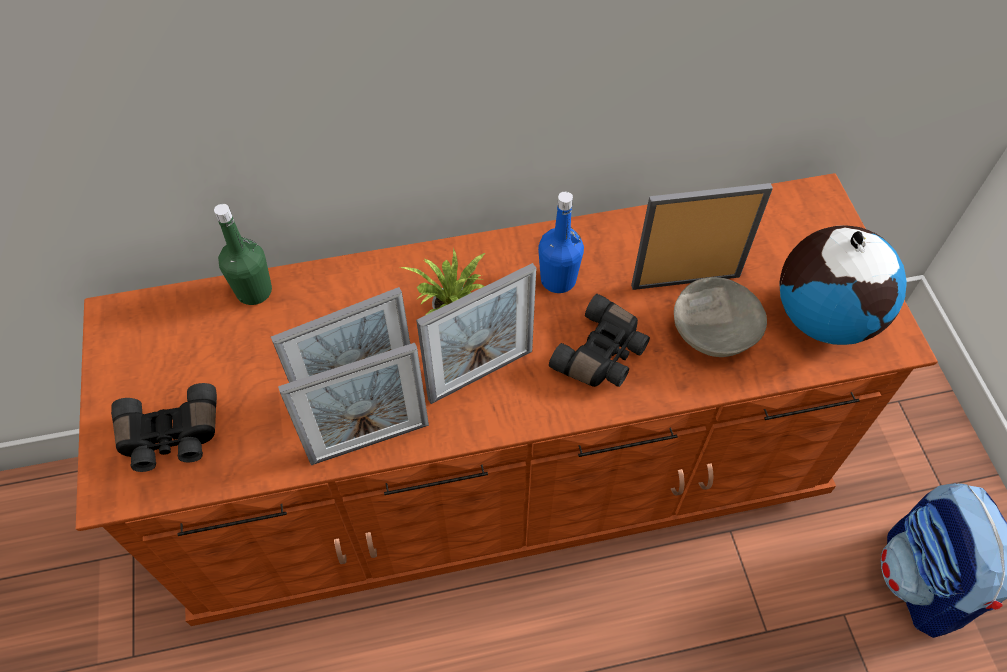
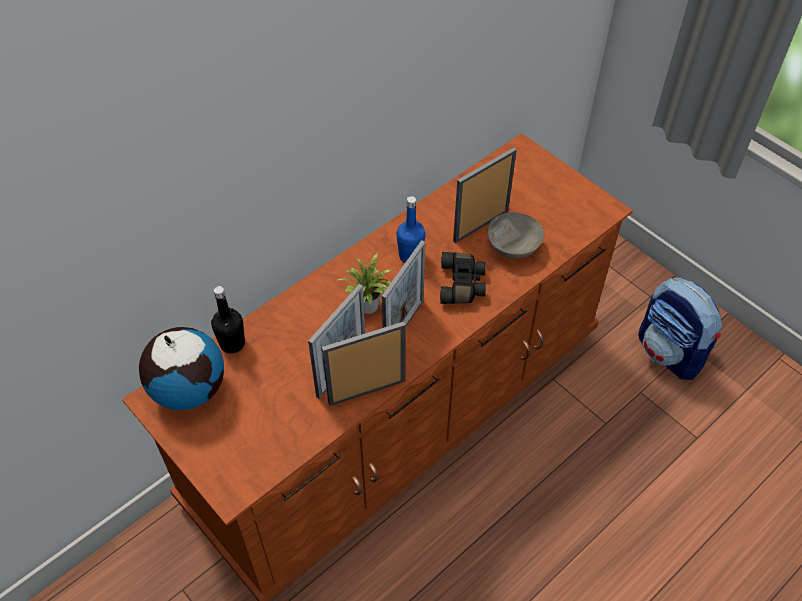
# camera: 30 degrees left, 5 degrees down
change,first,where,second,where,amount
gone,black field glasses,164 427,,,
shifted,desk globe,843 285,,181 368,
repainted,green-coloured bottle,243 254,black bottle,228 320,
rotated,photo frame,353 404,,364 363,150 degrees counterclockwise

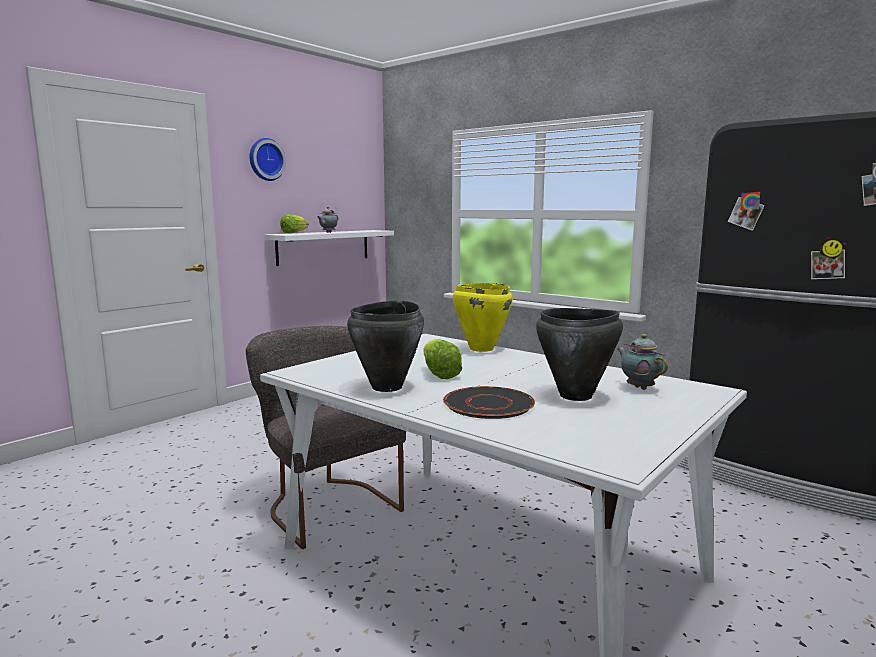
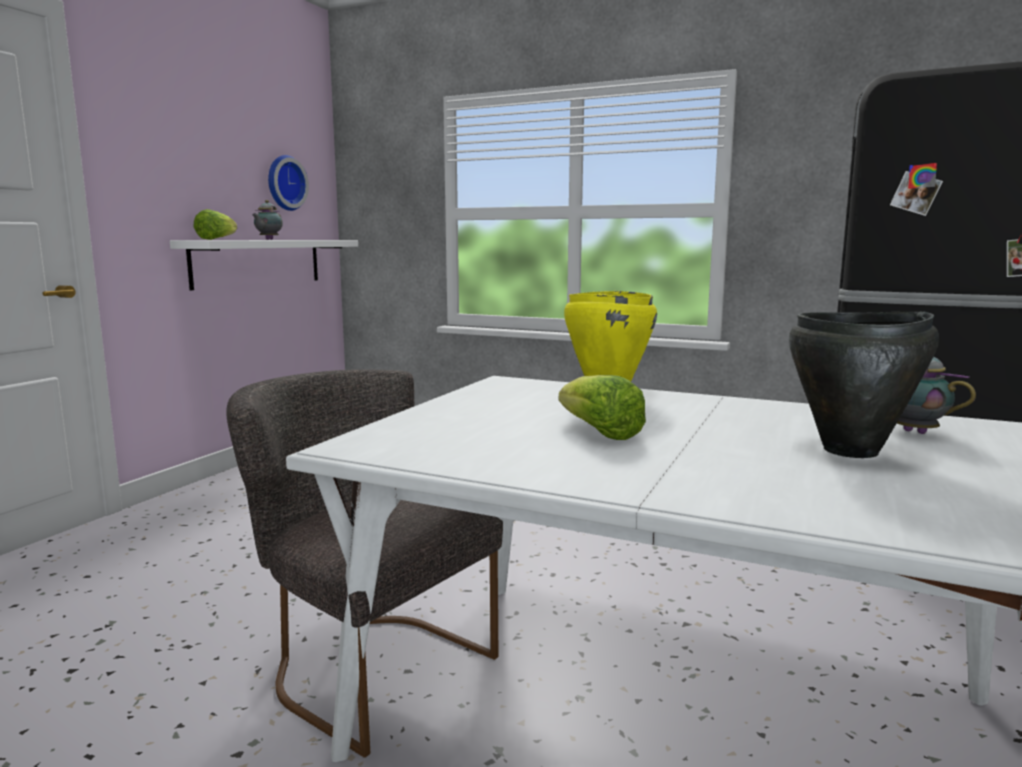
# camera: 15 degrees left, 0 degrees up
change,first,where,second,where,amount
gone,black saucepot,385 346,,,
gone,black plate,489 402,,,
shifted,hanging clock,268 159,,288 183,

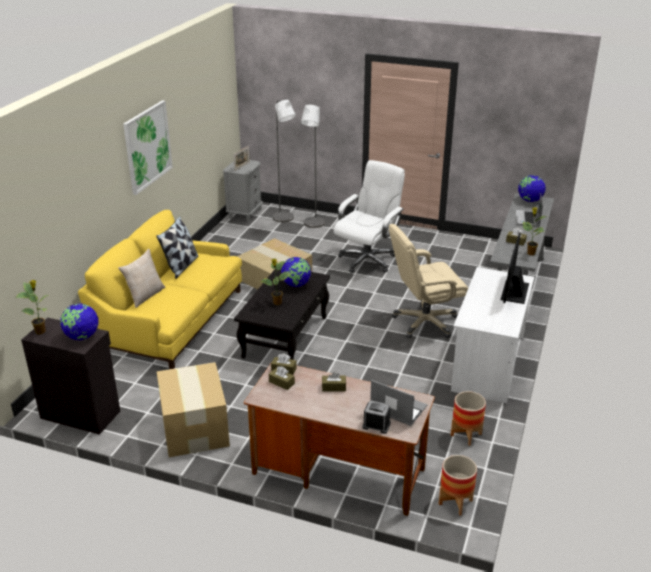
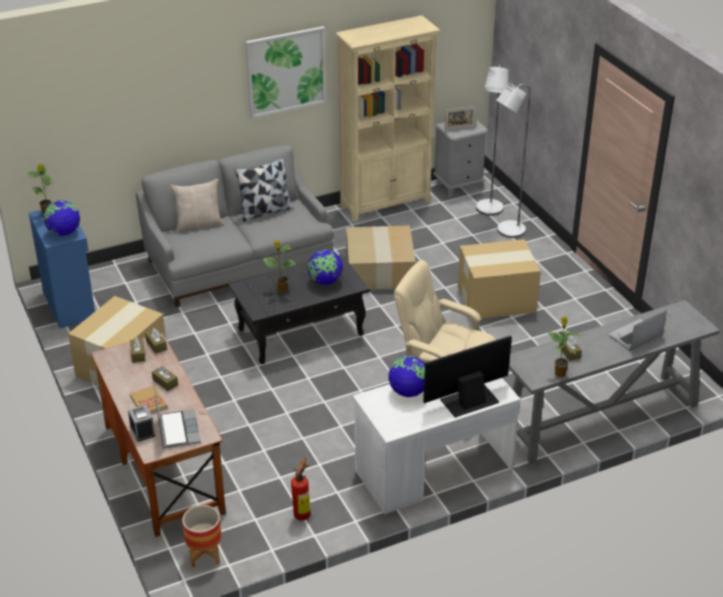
# camera: 45 degrees right, 5 degrees up
change,first,where,second,where,amount
new,,,book,149 399,
new,,,beige bookshelf,388 118,
shifted,desk globe,532 188,,406 376,
swapped,white desk chair,369 216,packing box,499 279,
swapped,planter,468 418,fire extinguisher,301 488,
repainted,black storage cabinet,70 376,blue storage cabinet,62 269,
repainted,yellow-coloured couch,160 289,gray couch,235 226,

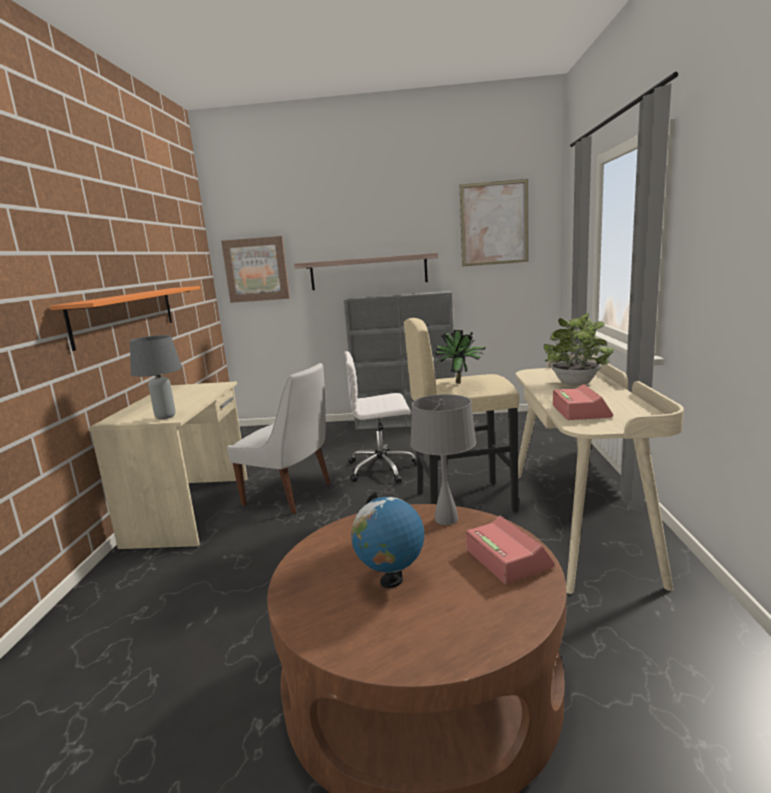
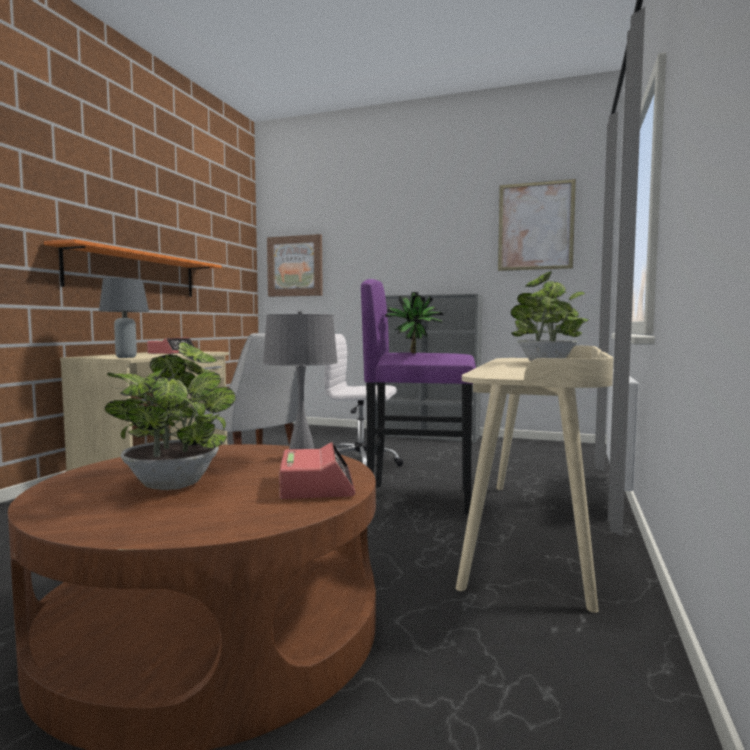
# camera: 15 degrees right, 10 degrees down
change,first,where,second,where,amount
gone,wall shelf,366 271,,,
shifted,table clock,583 402,,171 345,
swapped,desk globe,387 540,houseplant,170 416,
repainted,beige stool,461 415,purple stool,418 397,

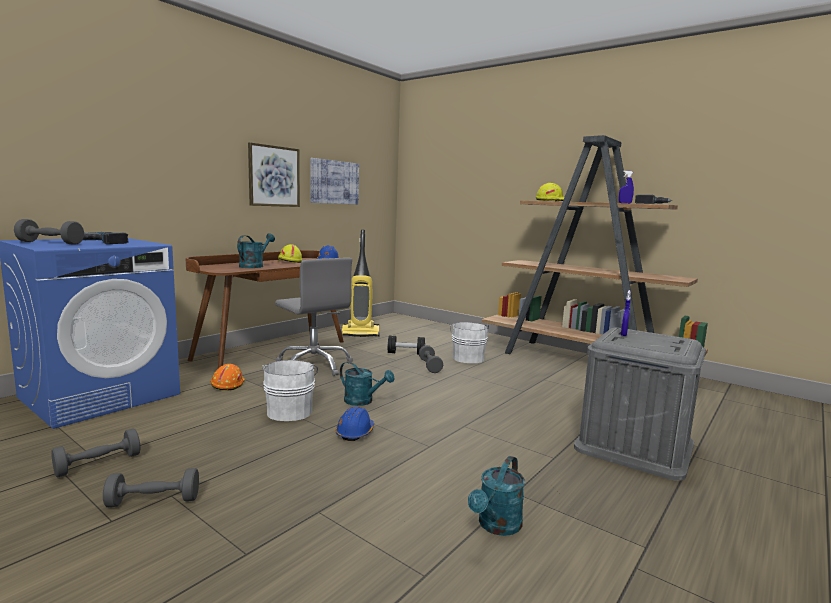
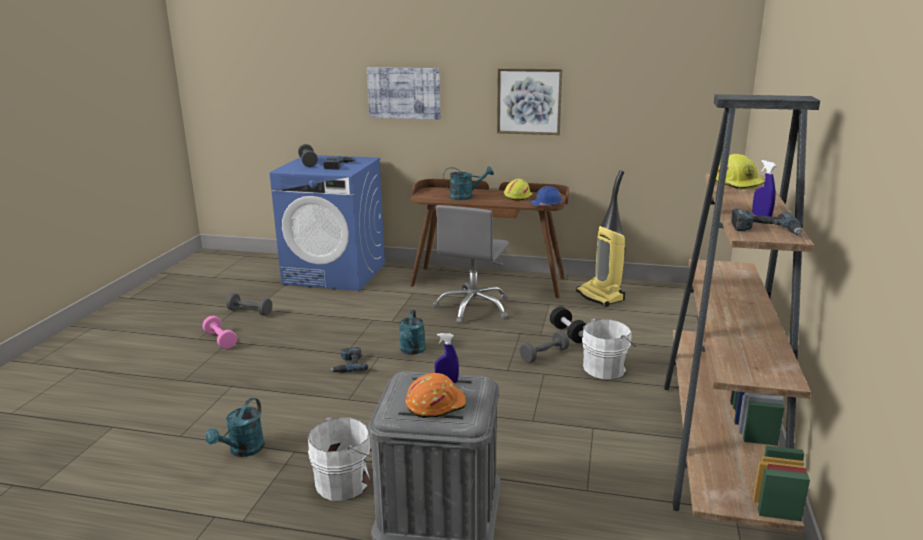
# camera: 65 degrees right, 10 degrees up
change,first,where,second,where,amount
shifted,orange safety helmet,228 377,,436 395,
shifted,white water bucket,290 390,,340 459,
shifted,picture,334 181,,403 93,
swapped,blue safety helmet,354 423,electric drill,349 360,
repainted,gray hand weight,151 487,pinkish hand weight,220 332,
rotated,blue-green watering can,496 496,,235 427,75 degrees counterclockwise

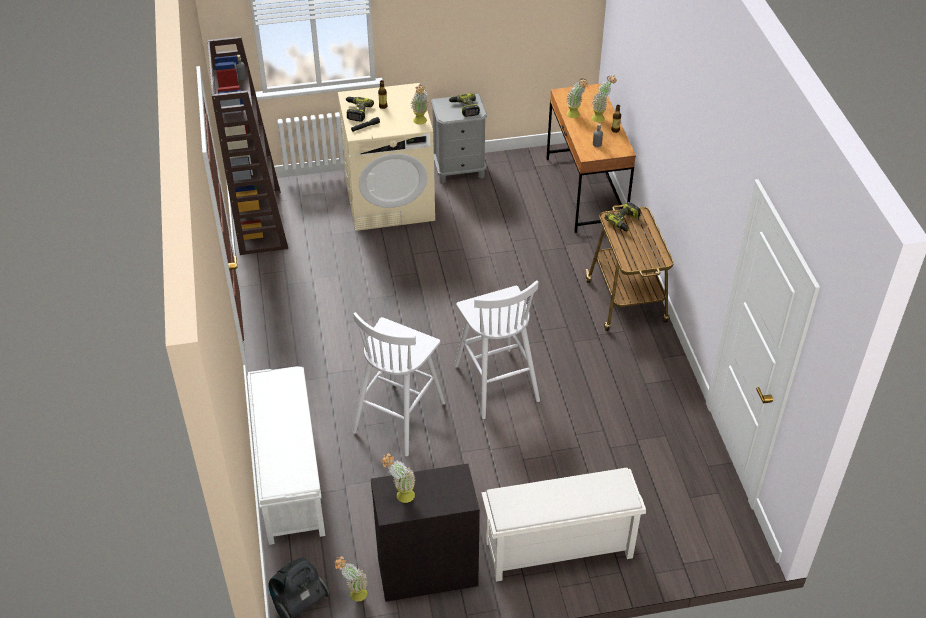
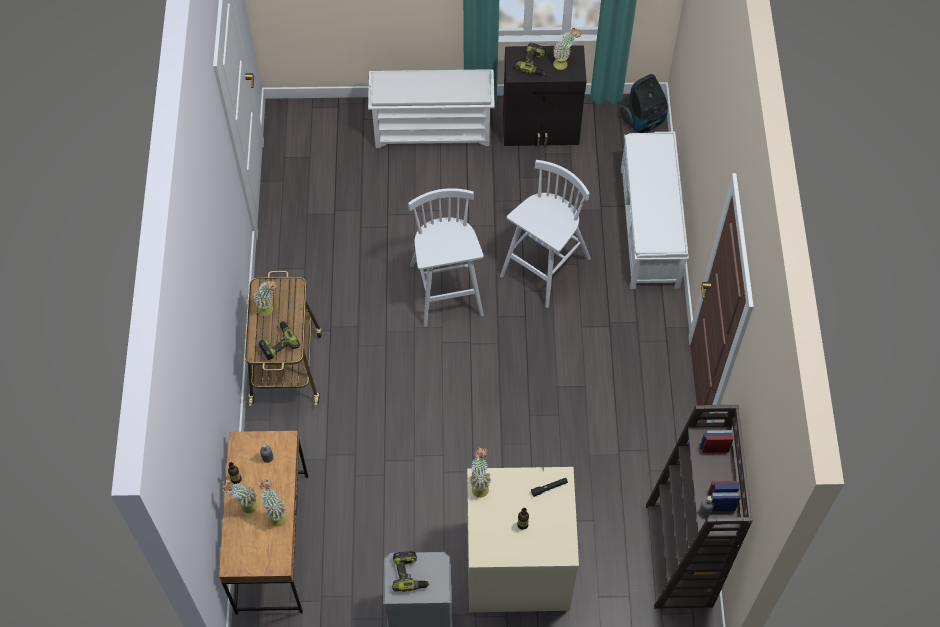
# camera: 170 degrees left, 15 degrees up
change,first,where,second,where,amount
shifted,houseplant,350 579,,265 297,
shifted,electric drill,360 109,,530 59,

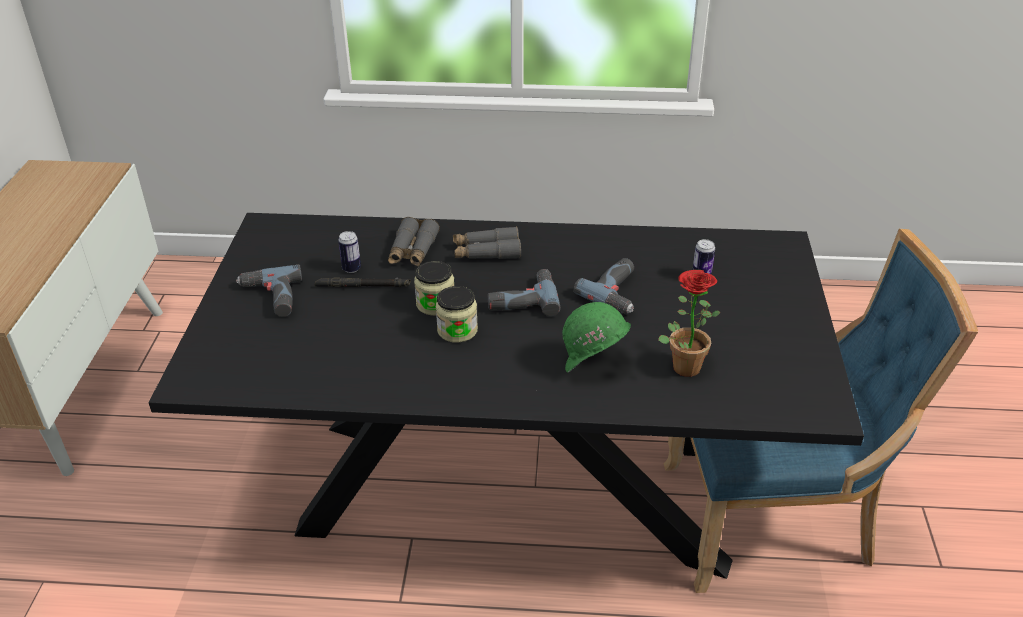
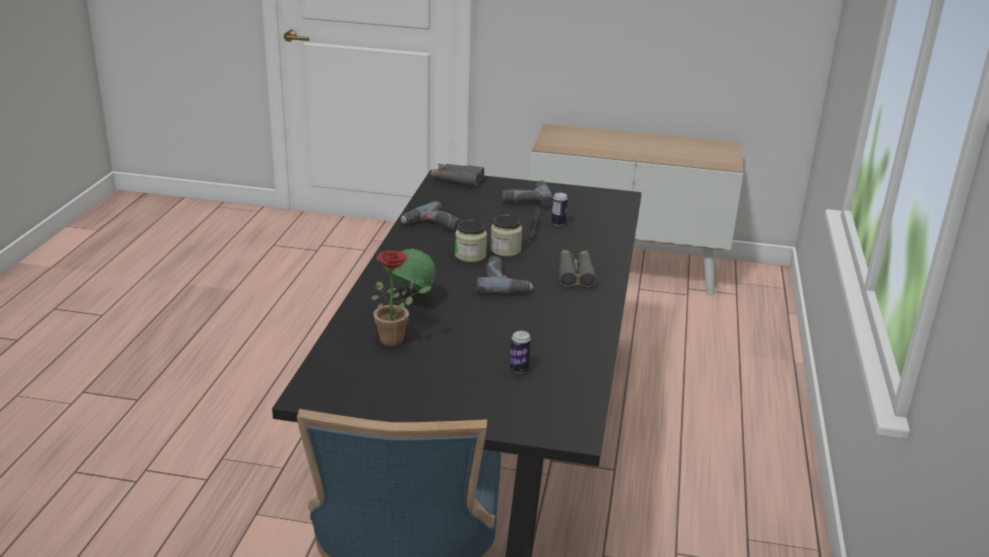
# camera: 95 degrees right, 10 degrees down
change,first,where,second,where,amount
shifted,gray field glasses,414 241,,457 175,
shifted,electric drill,604 286,,431 216,

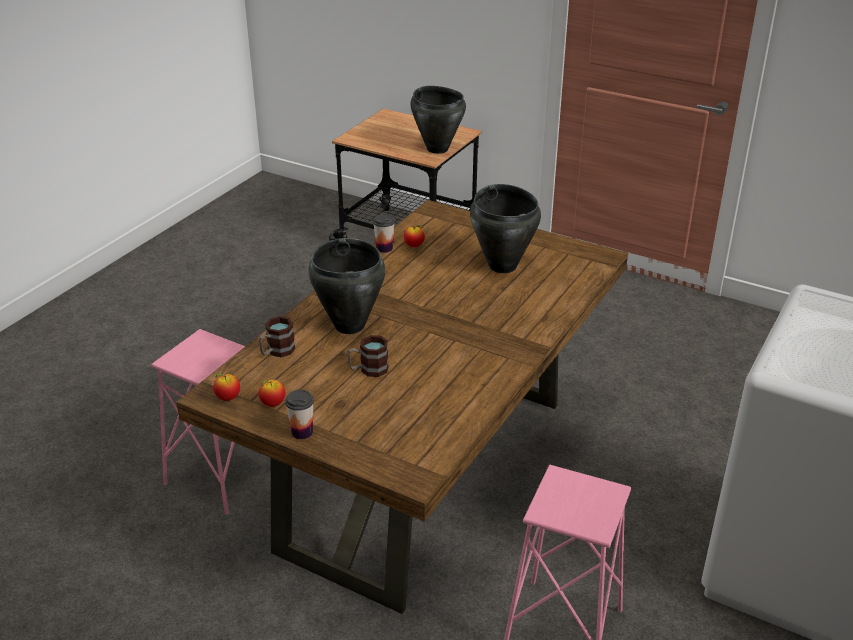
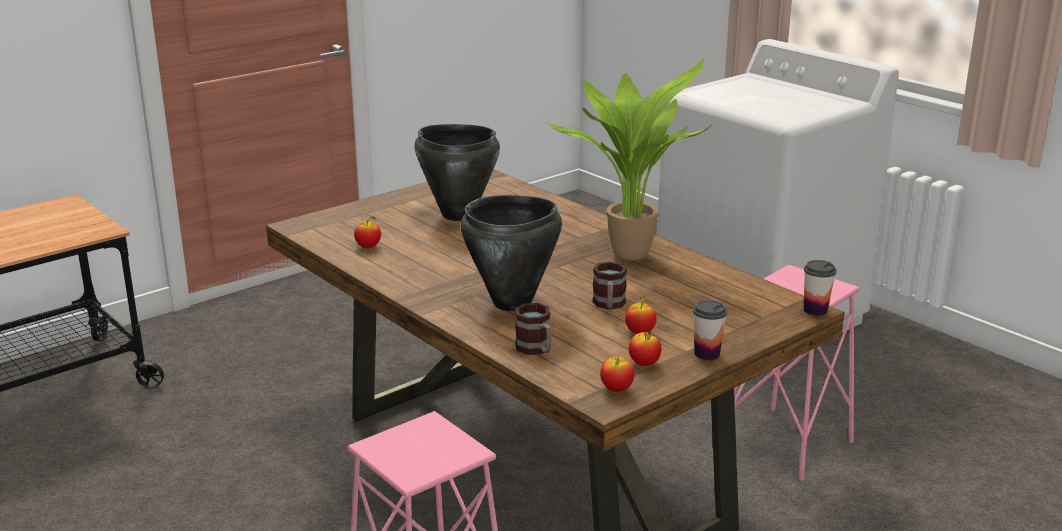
# camera: 70 degrees left, 10 degrees down
change,first,where,second,where,amount
gone,black saucepot,438 120,,,
new,,,houseplant,629 160,
new,,,apple,641 315,
shifted,cup,384 233,,820 288,

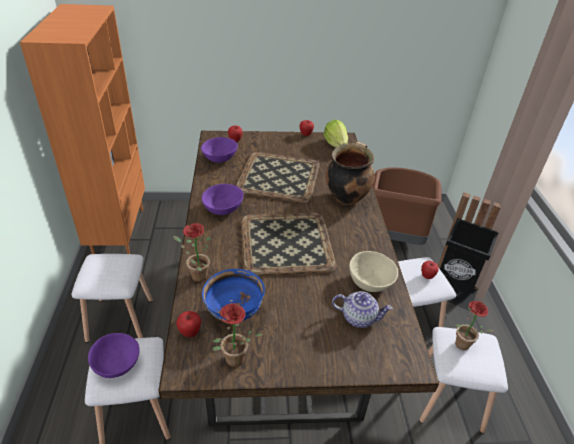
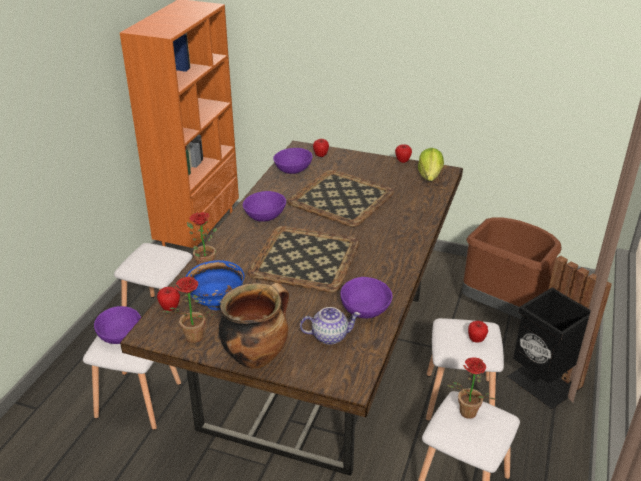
# camera: 25 degrees right, 5 degrees down
change,first,where,second,where,amount
shifted,saucepot,350 173,,254 326,
repainted,beige bowl,373 271,purple bowl,366 298,
rotated,teapot,362 309,,330 326,45 degrees counterclockwise

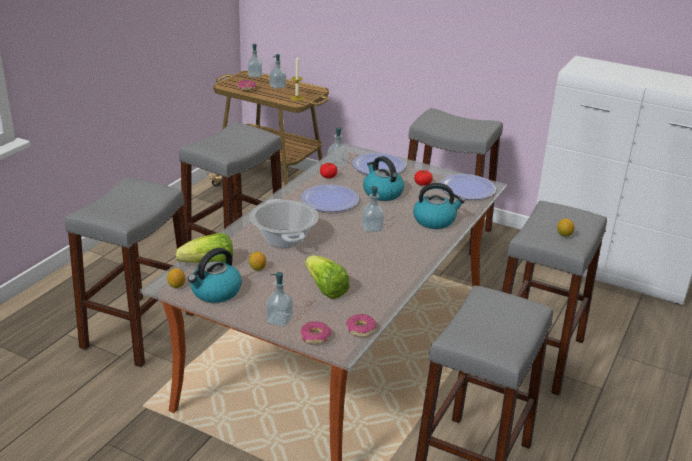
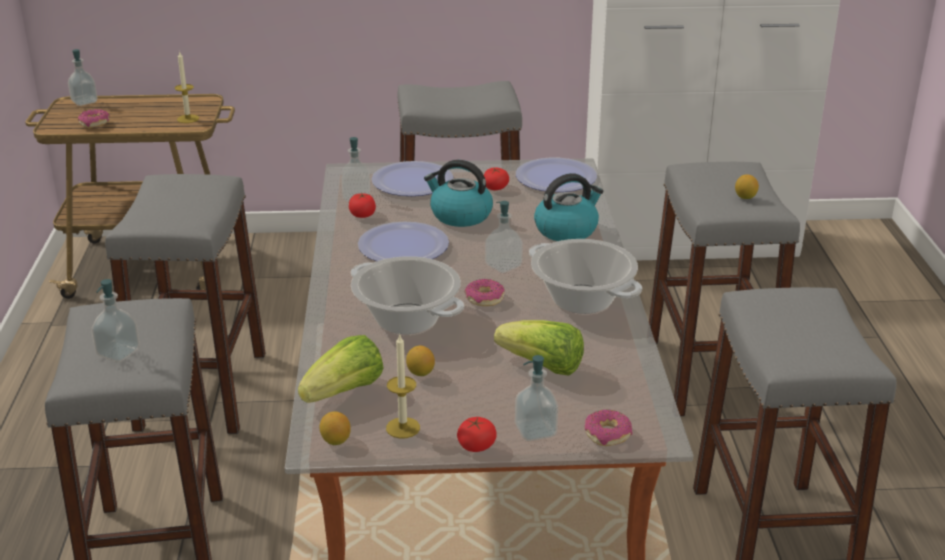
# camera: 30 degrees left, 0 degrees up
change,first,where,second,where,amount
new,,,whole tomato,476 434,
new,,,saucepot,585 276,
shifted,soap bottle,278 71,,115 320,
shifted,doughnut,361 325,,485 292,
swapped,water kettle,215 275,wax candle,403 386,

